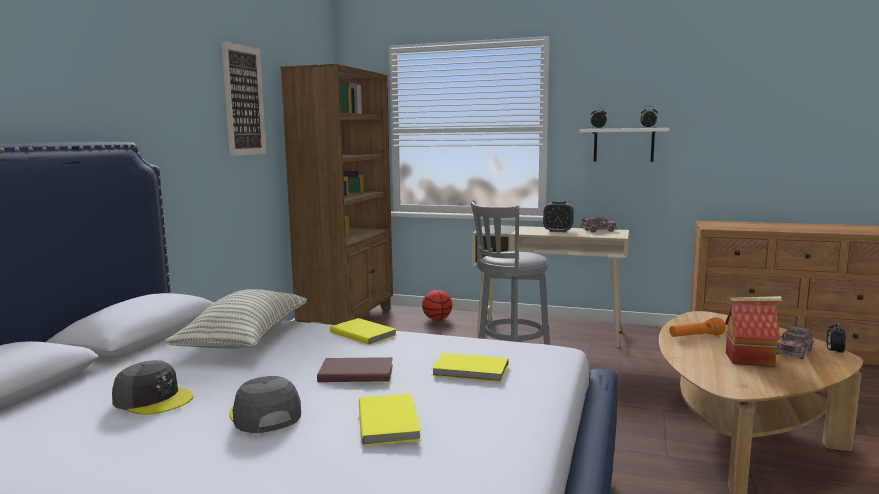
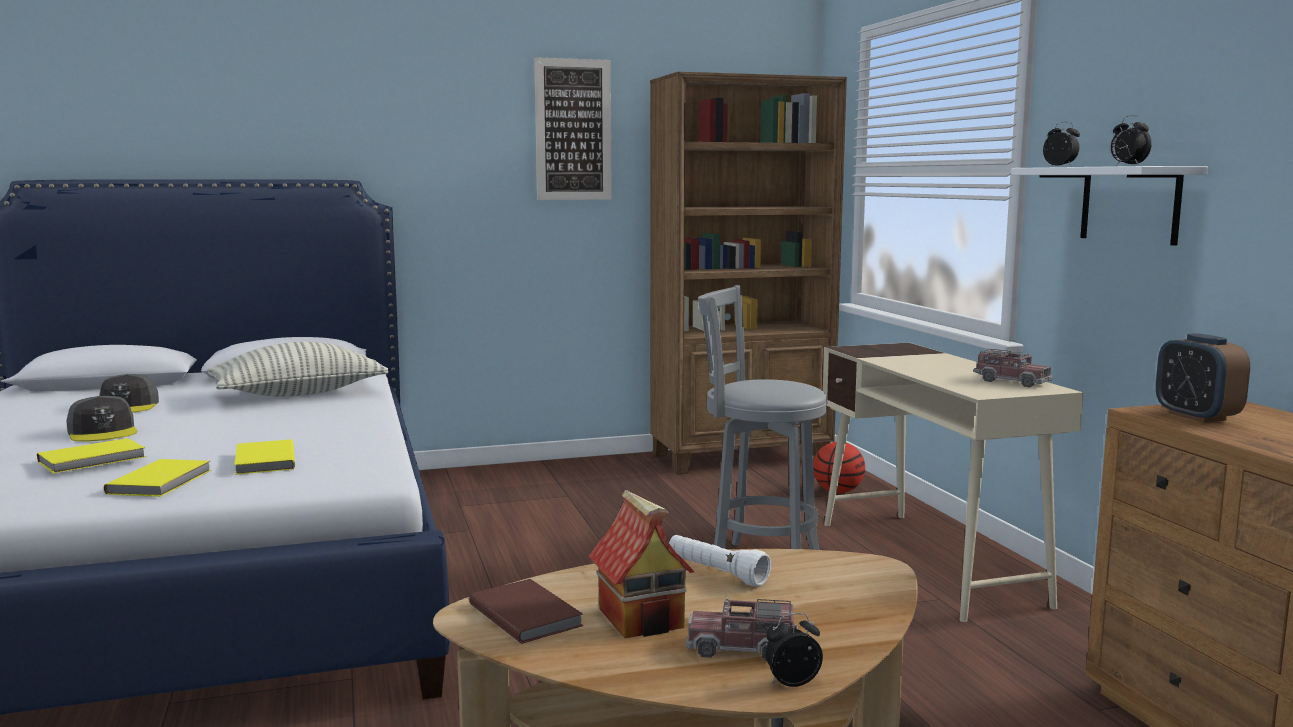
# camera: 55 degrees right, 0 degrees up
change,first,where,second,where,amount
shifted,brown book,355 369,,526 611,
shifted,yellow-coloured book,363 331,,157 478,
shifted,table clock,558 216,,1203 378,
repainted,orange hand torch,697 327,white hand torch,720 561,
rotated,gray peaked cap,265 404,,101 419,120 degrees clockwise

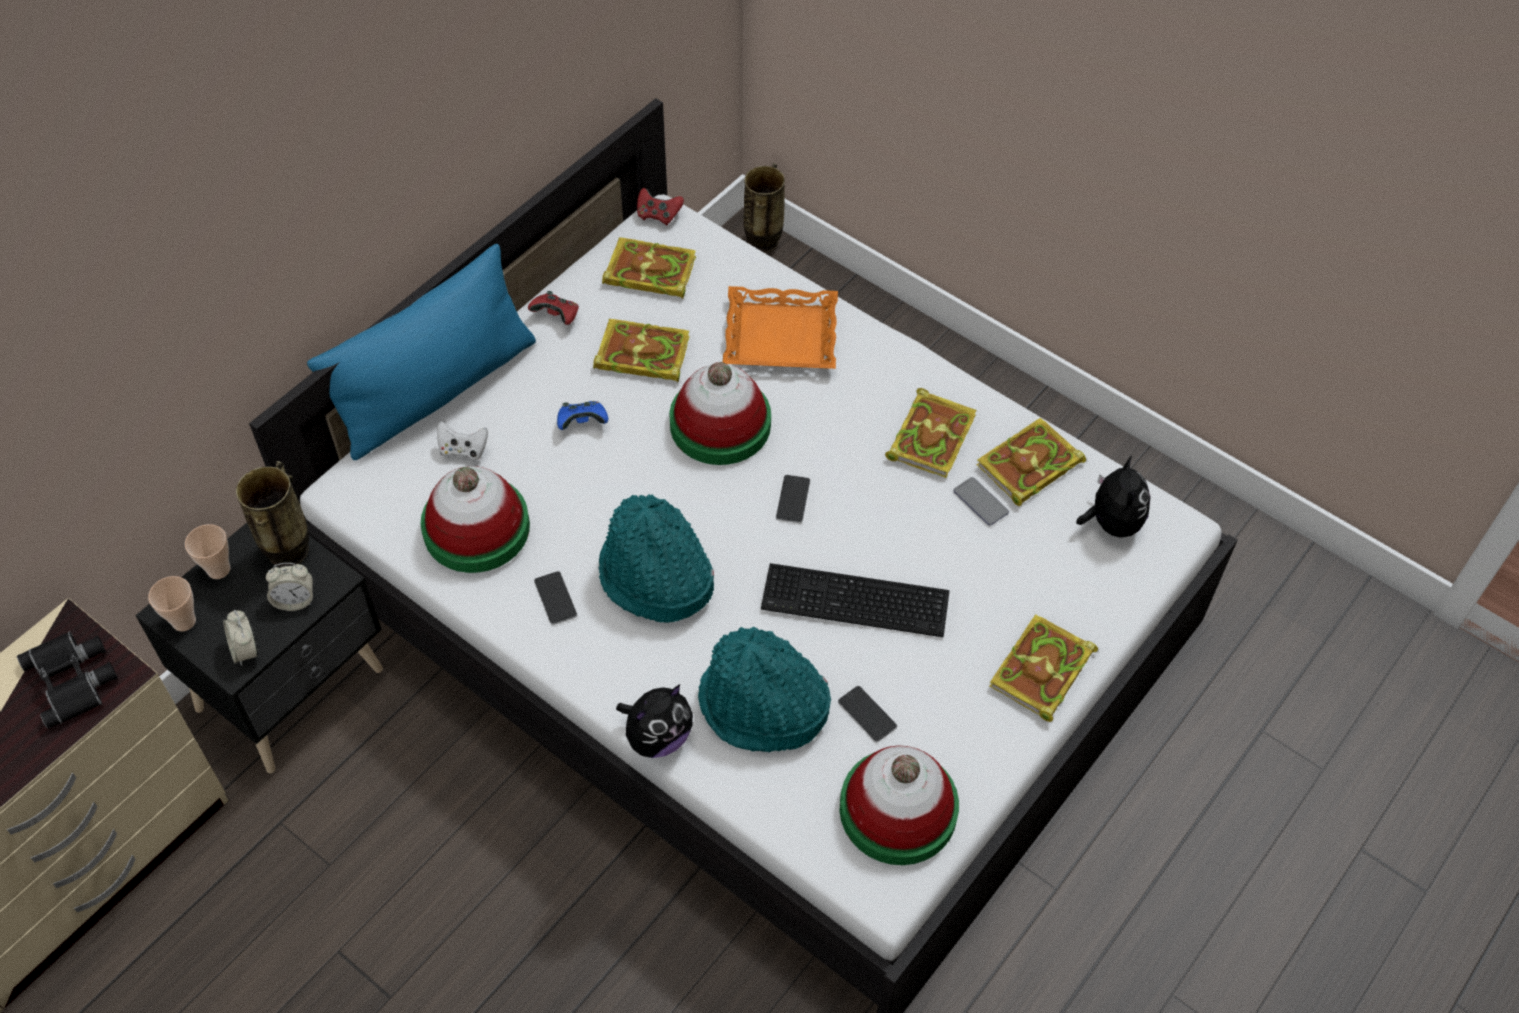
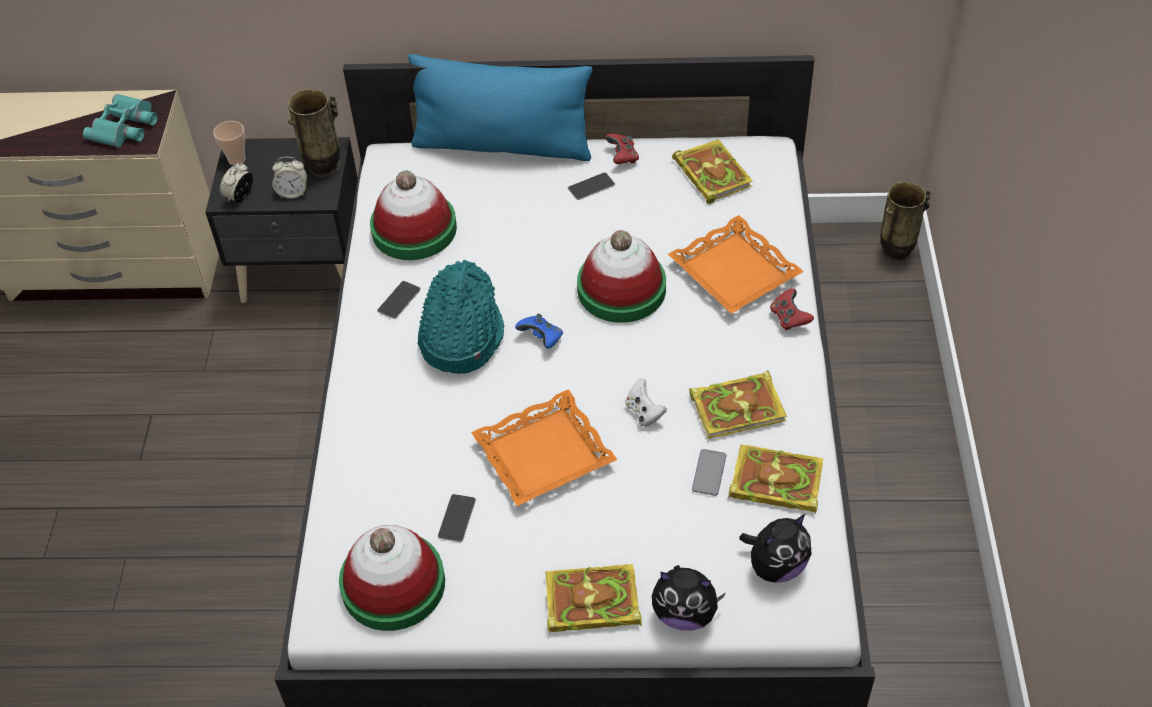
# camera: 55 degrees right, 5 degrees down
change,first,where,second,where,amount
gone,cup,207 551,,,
gone,book,641 350,,,
gone,blue-green clothing hat,764 690,,,
shifted,white joypad,462 441,,646 402,
shifted,blue joypad,582 415,,539 331,
shifted,plush toy,654 721,,689 598,
shifted,red joypad,660 207,,792 309,
shifted,phone,793 499,,591 186,
swapped,computer keyboard,855 600,orange serving tray,544 447,
repainted,black field glasses,67 680,blue-green field glasses,120 121,
rotated,table clock,289 587,,289 178,45 degrees counterclockwise

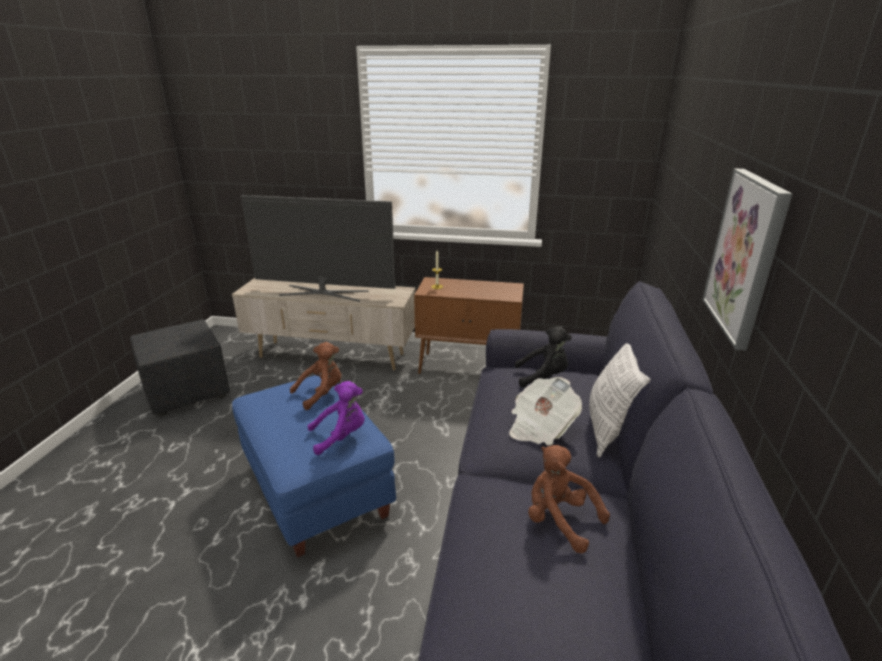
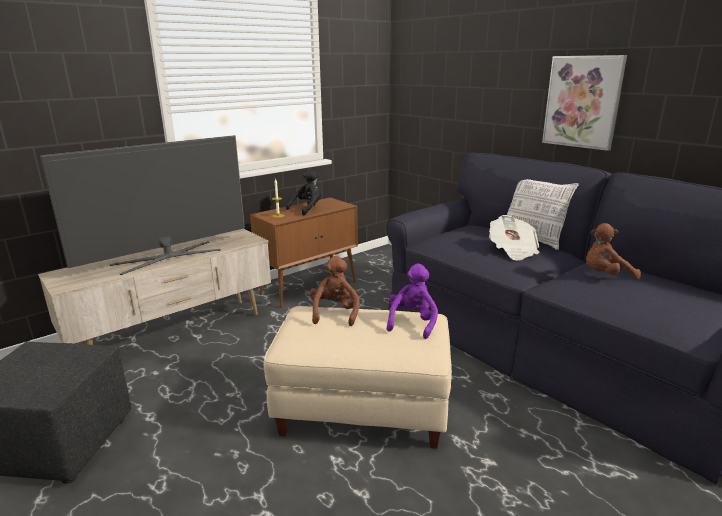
# camera: 50 degrees left, 5 degrees down
change,first,where,second,where,amount
shifted,black plush toy,543 357,,303 192,
repainted,blue ottoman,314 466,beige ottoman,358 377,

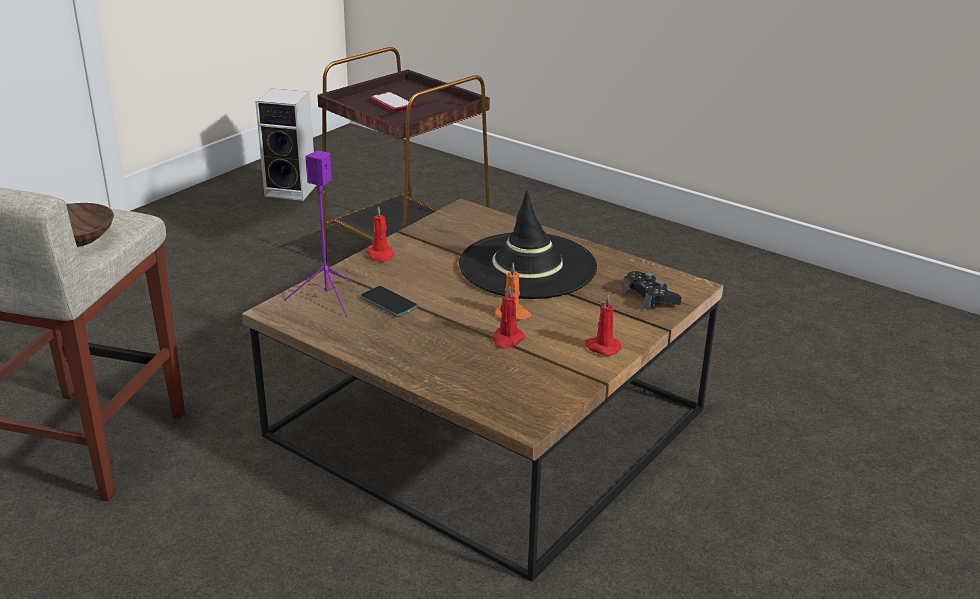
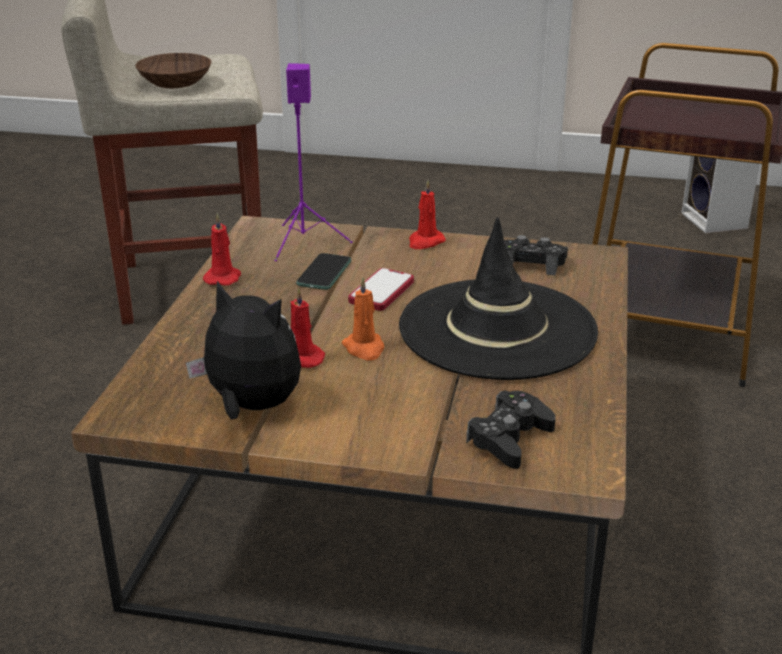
# camera: 65 degrees right, 0 degrees up
change,first,where,second,where,amount
new,,,plush toy,243 350,
new,,,black joypad,536 255,
shifted,phone,392 102,,381 289,
shifted,red wax candle,603 325,,222 249,

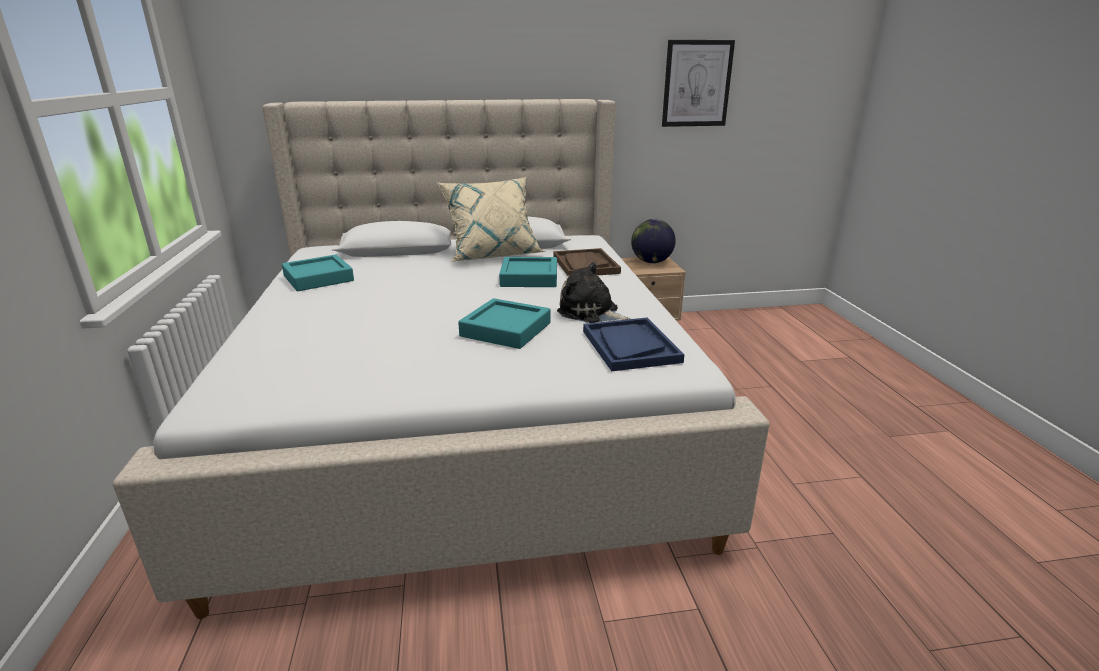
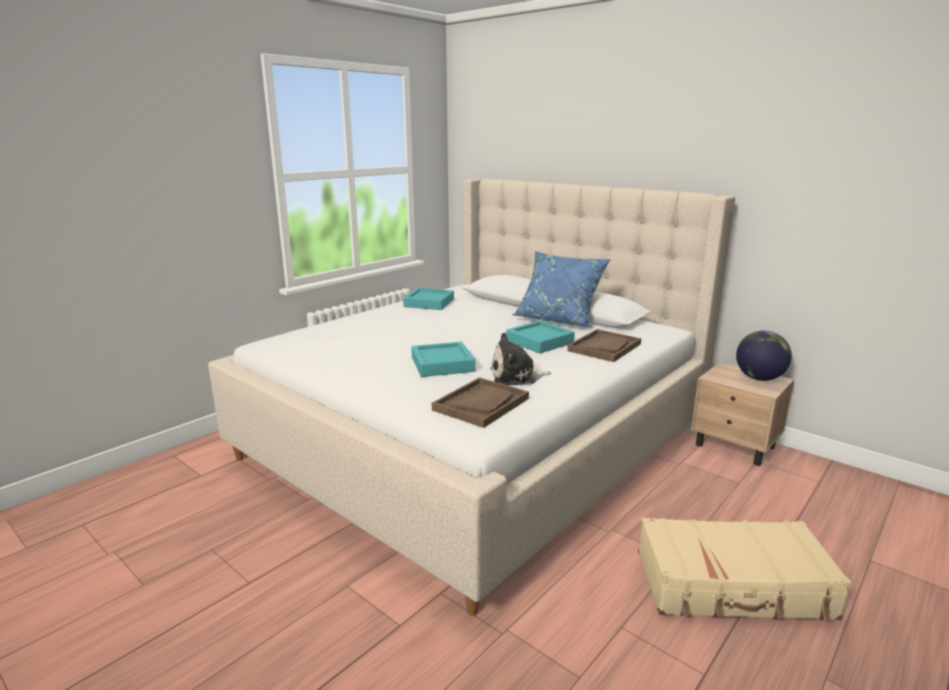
# camera: 50 degrees right, 5 degrees down
change,first,where,second,where,amount
gone,picture,698 83,,,
new,,,beige travel case,744 569,
repainted,beige throw pillow,491 219,blue throw pillow,561 289,
repainted,blue serving tray,634 344,brown serving tray,480 403,
rotated,plush toy,594 292,,520 359,90 degrees counterclockwise

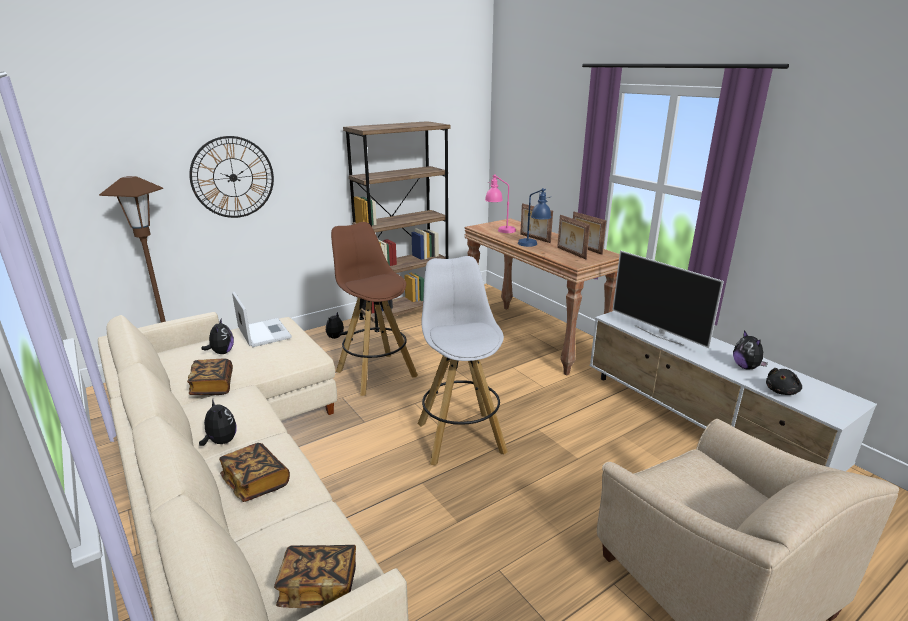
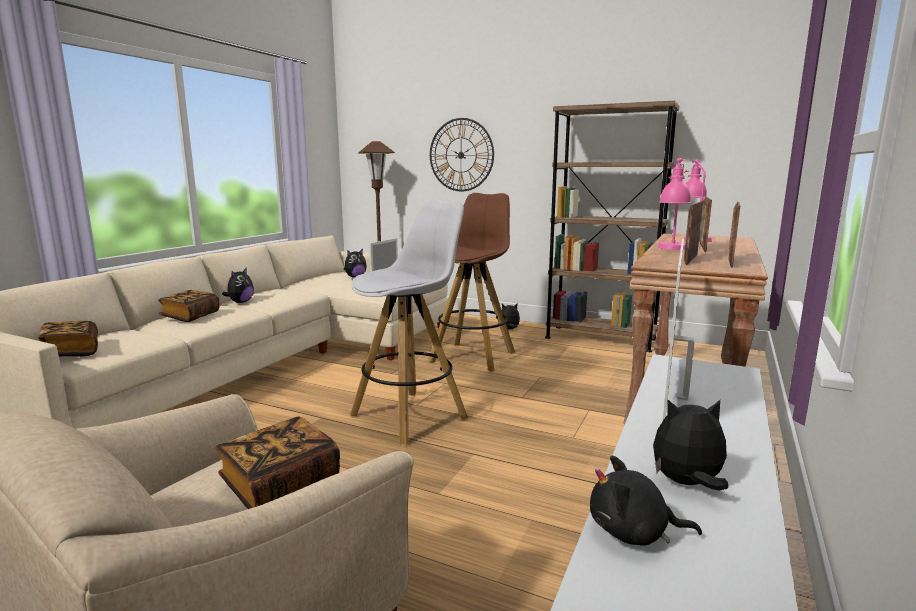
# camera: 60 degrees right, 10 degrees down
change,first,where,second,where,amount
shifted,book,210 377,,277 462,
repainted,blue table lamp,534 217,pinkish table lamp,674 204,
rotated,plush toy,750 350,,690 445,45 degrees clockwise

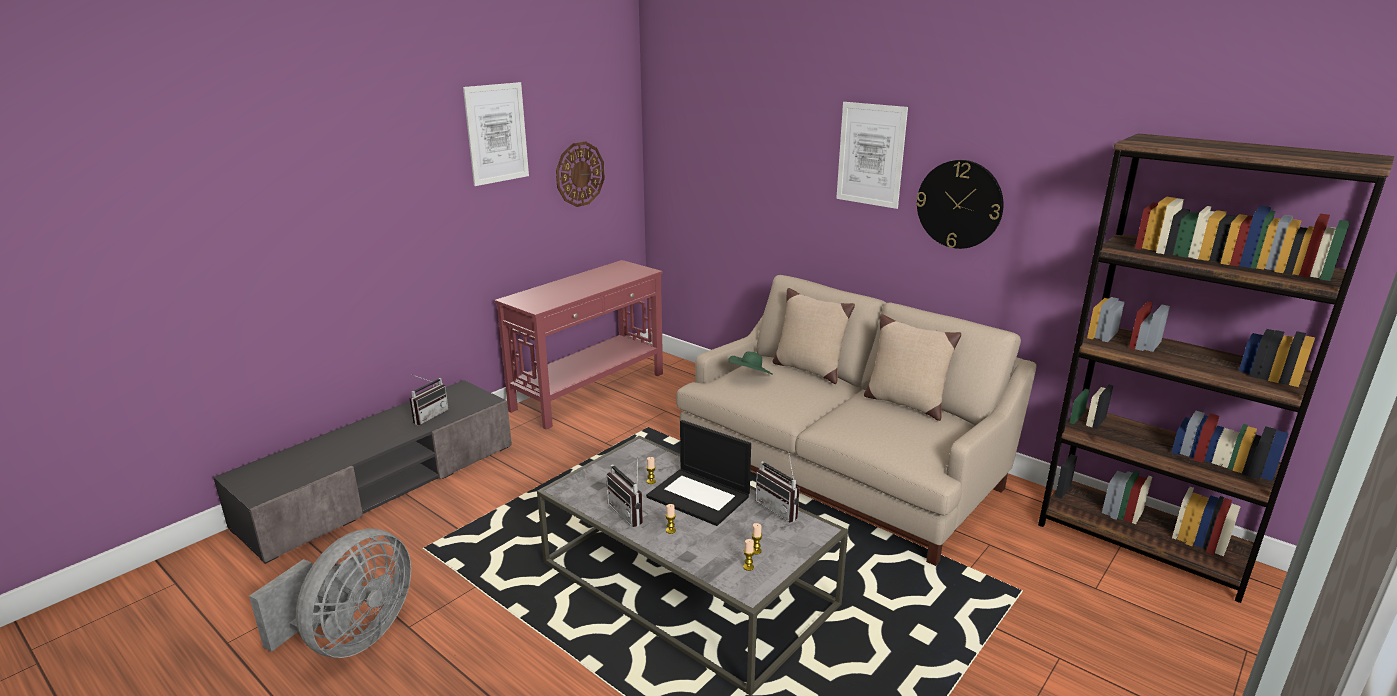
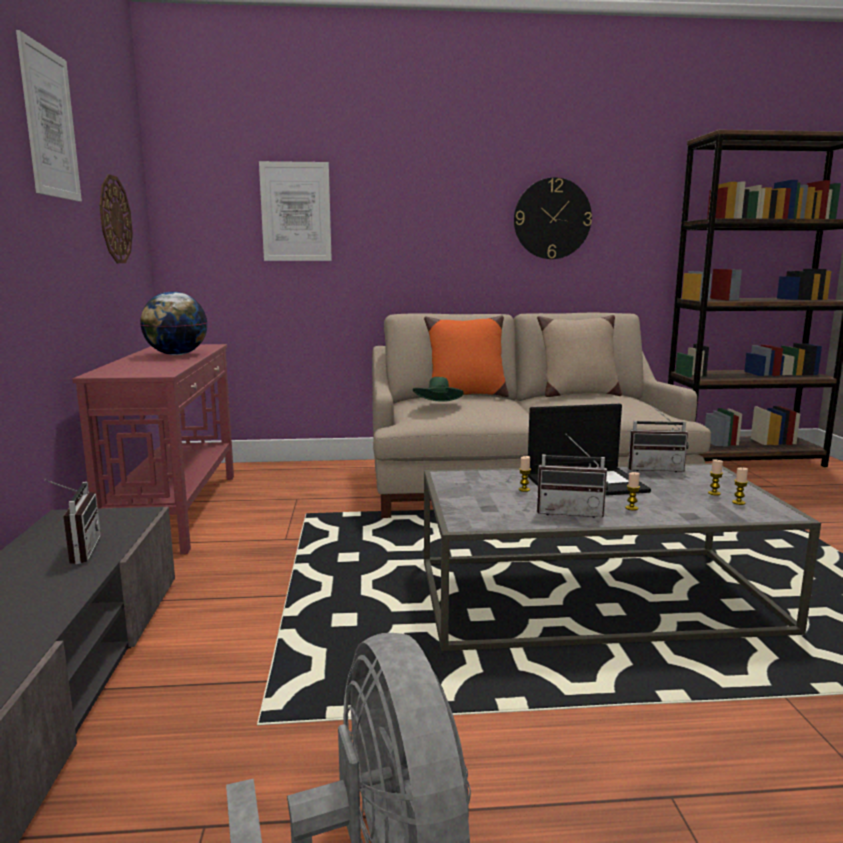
# camera: 45 degrees left, 10 degrees down
change,first,where,second,where,amount
new,,,desk globe,174 323,
shifted,picture,872 155,,295 211,
repainted,beige throw pillow,813 336,orange throw pillow,466 356,

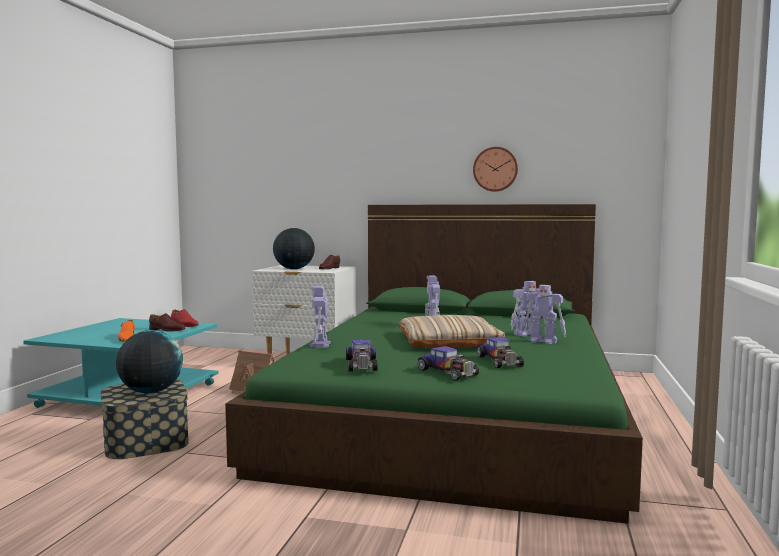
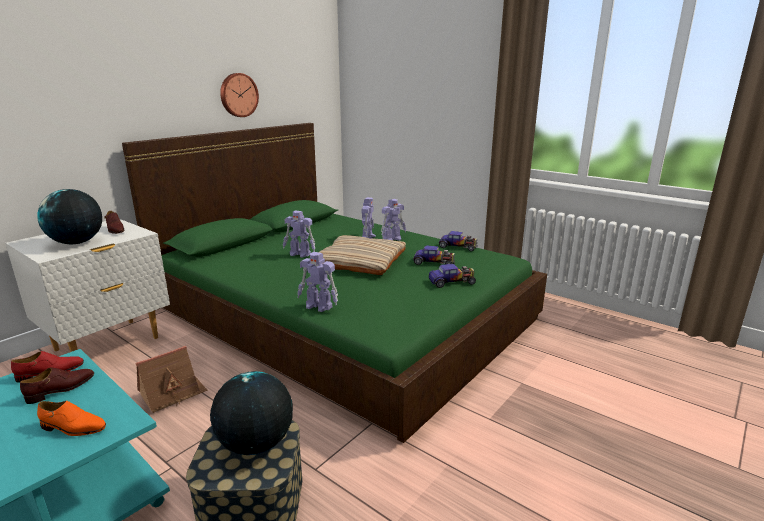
# camera: 65 degrees left, 15 degrees up
change,first,where,second,where,amount
shifted,toy car,362 355,,458 241,

